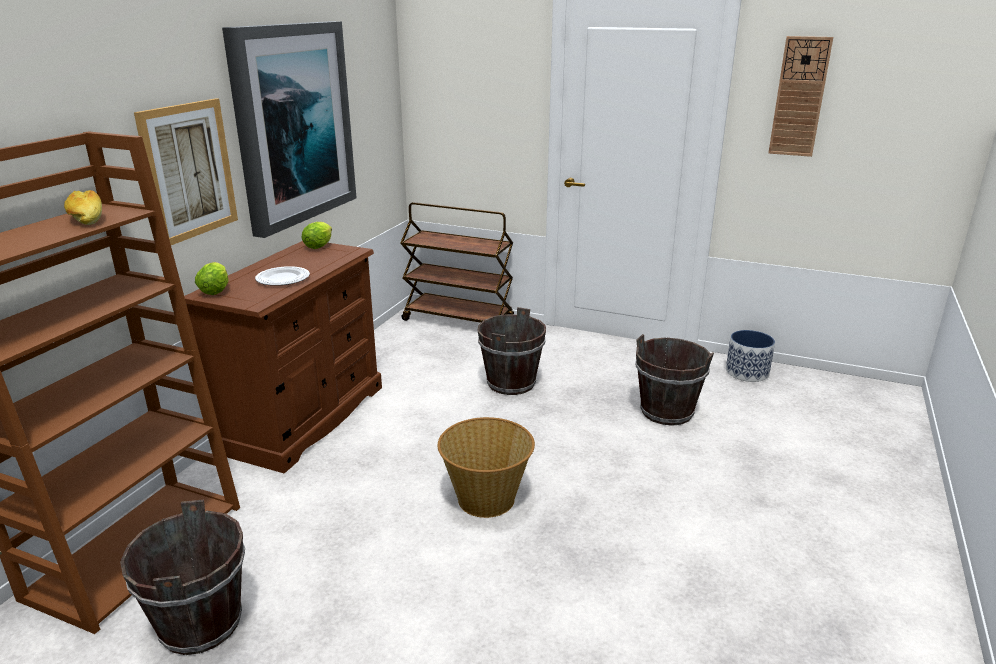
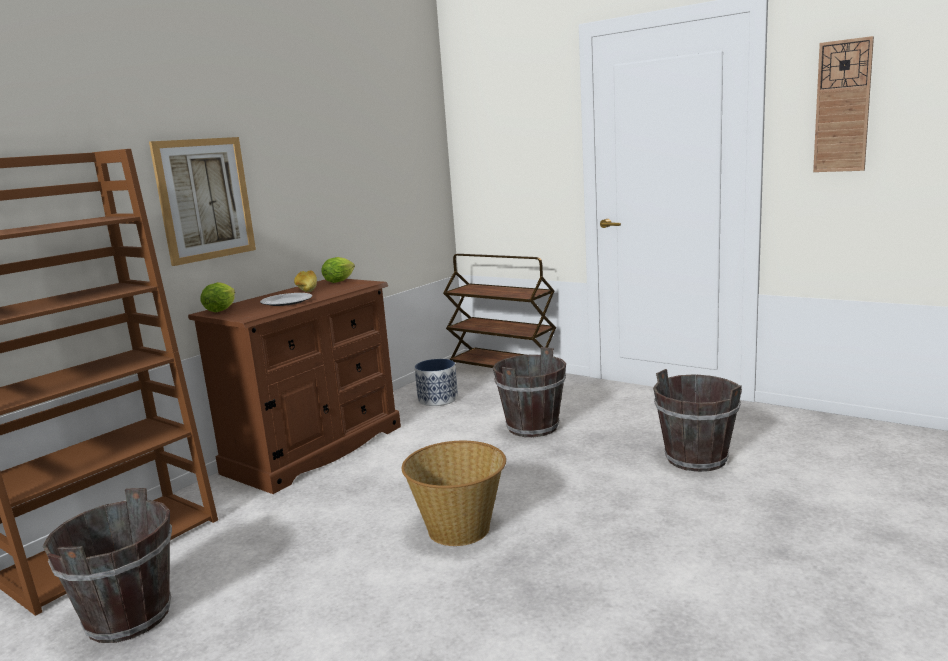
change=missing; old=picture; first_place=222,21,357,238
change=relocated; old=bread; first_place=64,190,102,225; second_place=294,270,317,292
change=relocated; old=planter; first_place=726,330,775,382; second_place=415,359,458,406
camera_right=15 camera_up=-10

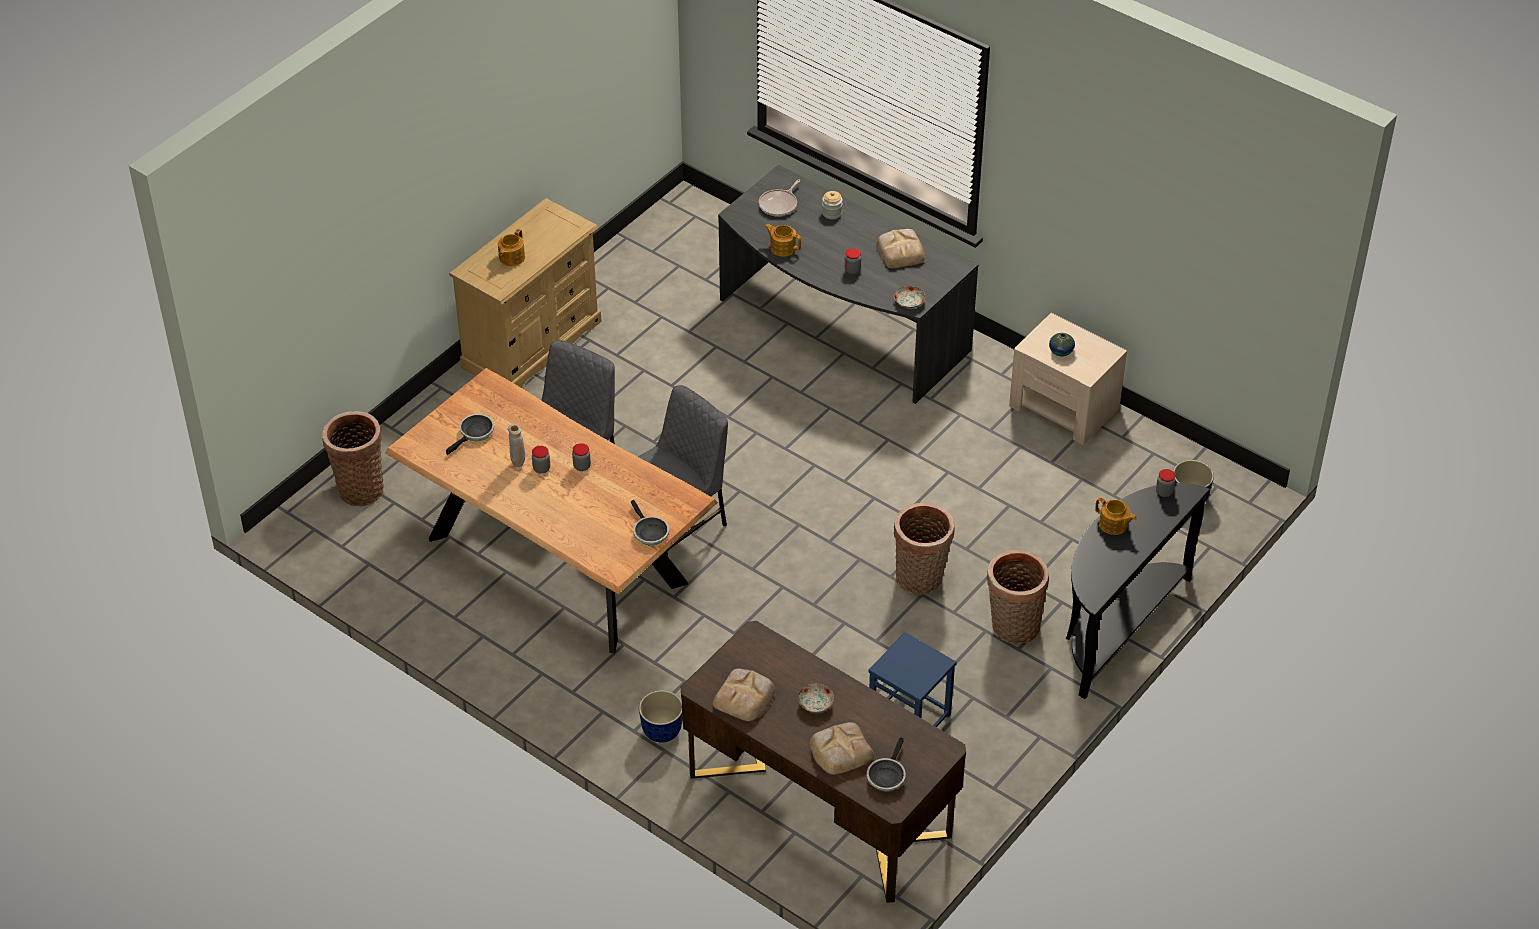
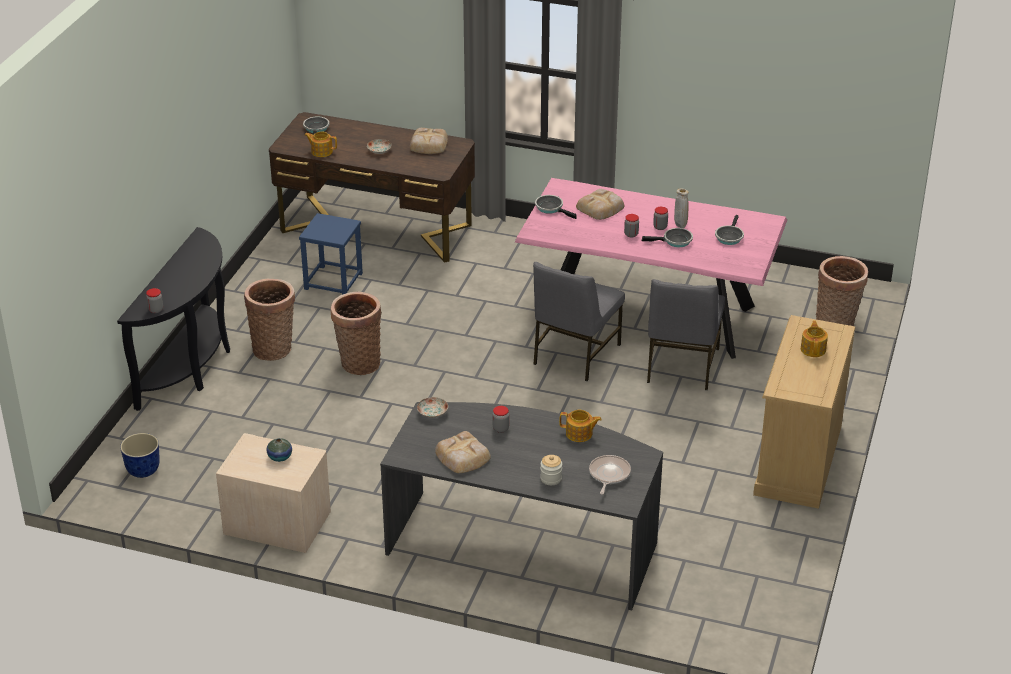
change=missing; old=planter; first_place=639,690,682,743
change=appeared; new=frying pan; second_place=642,228,693,247
change=relocated; old=bread; first_place=810,722,874,775; second_place=576,189,624,220
change=relocated; old=teapot; first_place=1095,497,1137,535; second_place=304,132,337,157
change=colour; old=brown dining table; new=pink dining table; first_place=385,368,718,653; second_place=515,178,787,359
camera_right=160 camera_up=-10

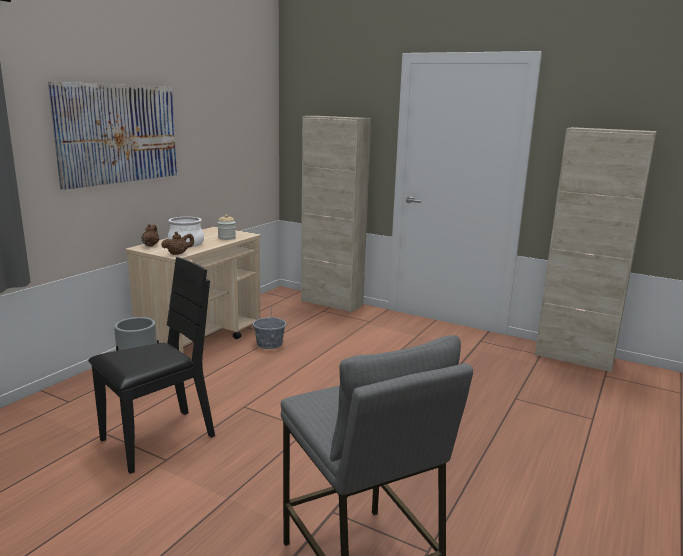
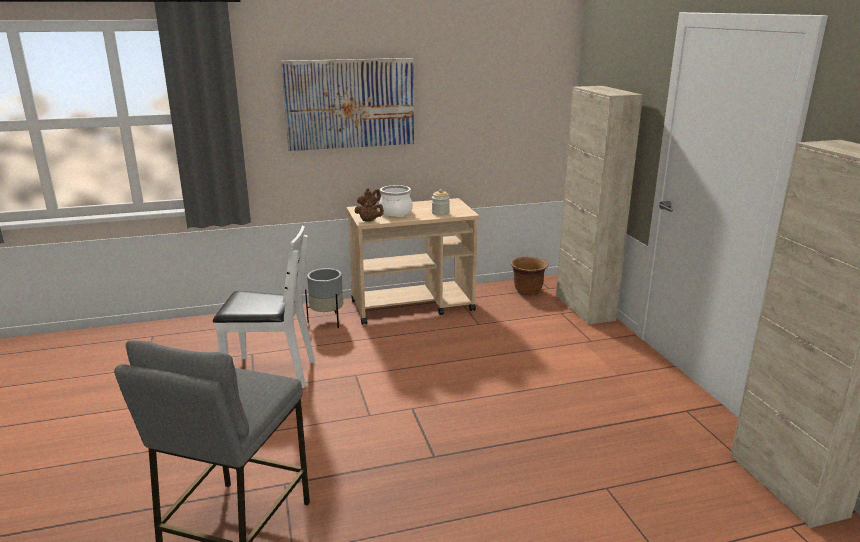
change=missing; old=grey bucket; first_place=253,307,286,349
change=appeared; new=brown planter; second_place=511,257,549,295
change=colour; old=black chair; new=white chair; first_place=88,257,215,474; second_place=213,226,315,388
camera_right=45 camera_up=5

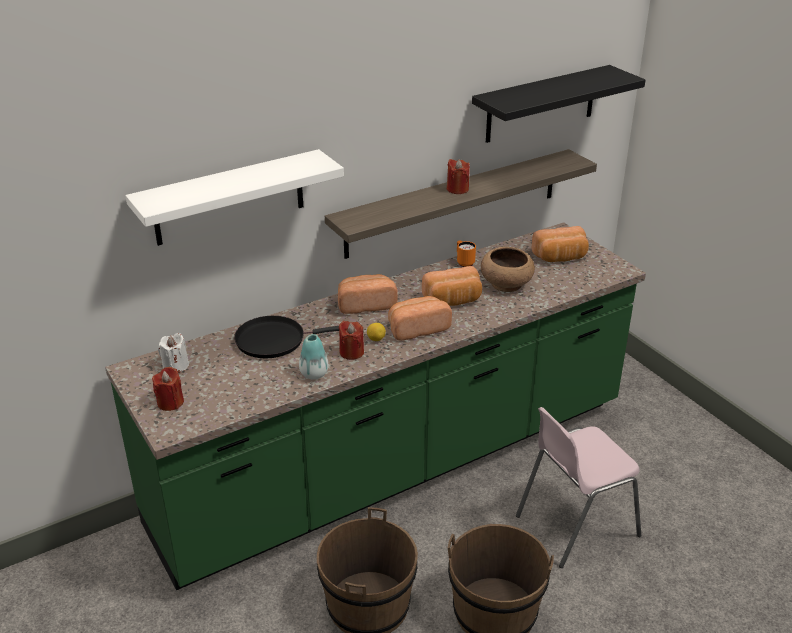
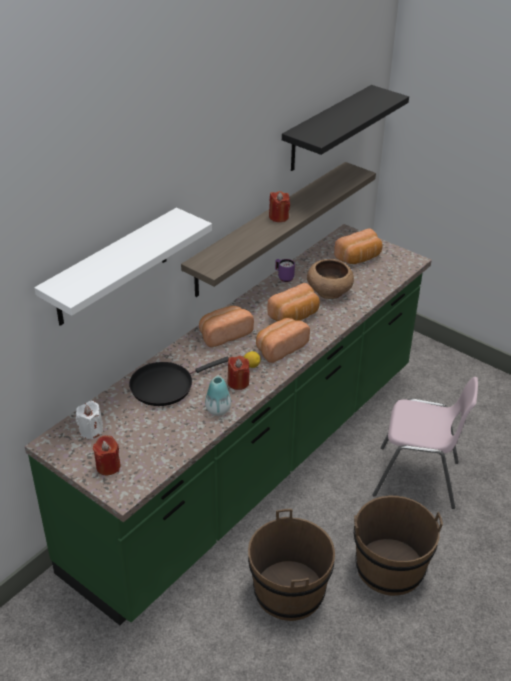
change=colour; old=orange mug; new=purple mug; first_place=457,240,476,267; second_place=275,259,295,282
change=spun; old=pink chair; first_place=516,407,641,568; second_place=373,377,478,509; degrees=-120
camera_right=-20 camera_up=5

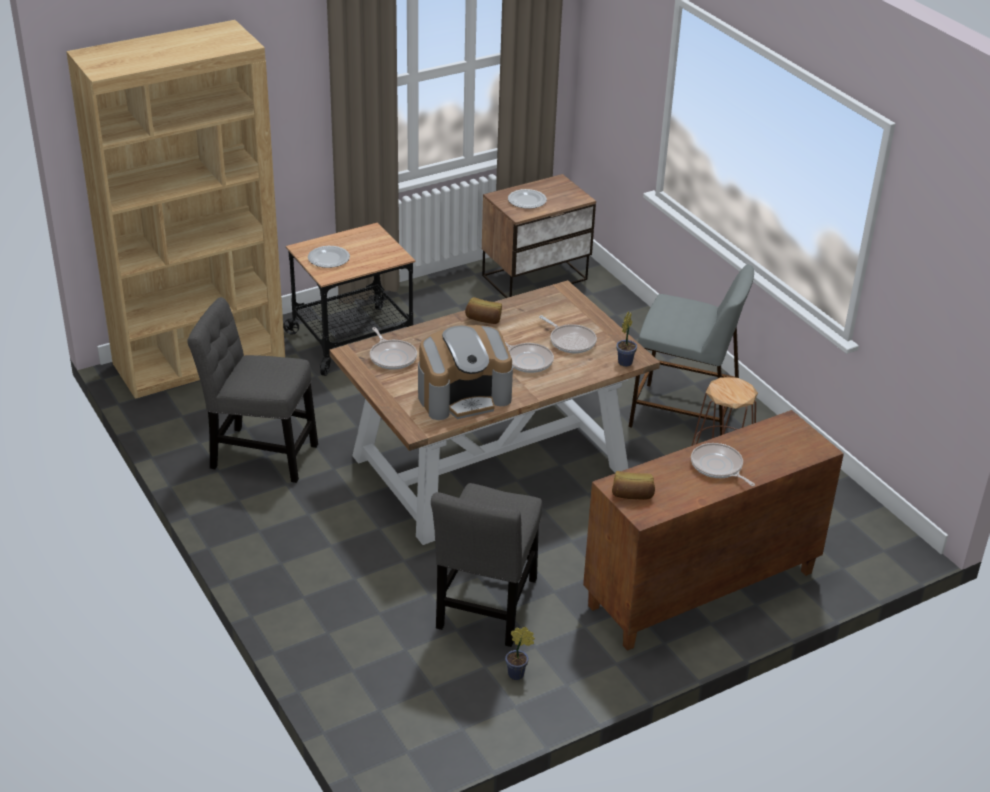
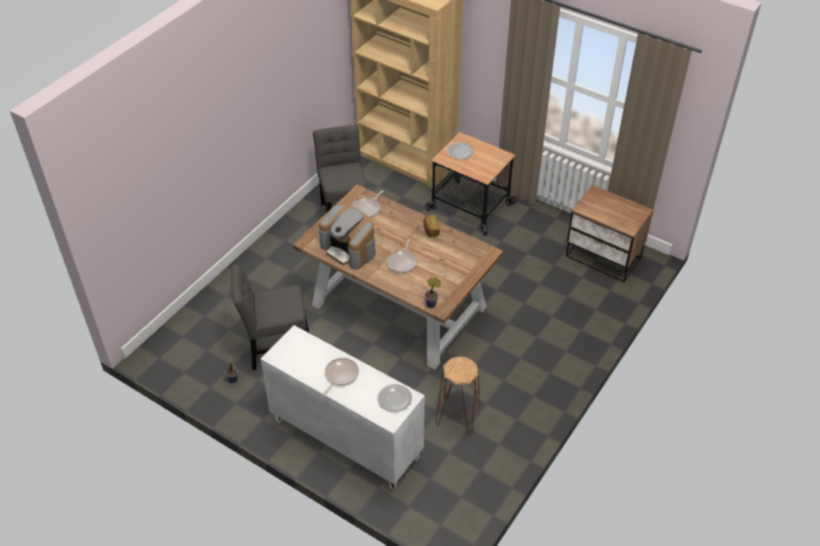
change=missing; old=frying pan; first_place=539,315,597,353
change=missing; old=bread; first_place=612,471,655,500
change=missing; old=grey stool; first_place=629,264,754,436
change=relocated; old=plate; first_place=508,189,547,209; second_place=377,384,412,412
change=colour; old=brown cabinet; new=white cabinet; first_place=583,410,844,651; second_place=261,325,425,490
camera_right=65 camera_up=10

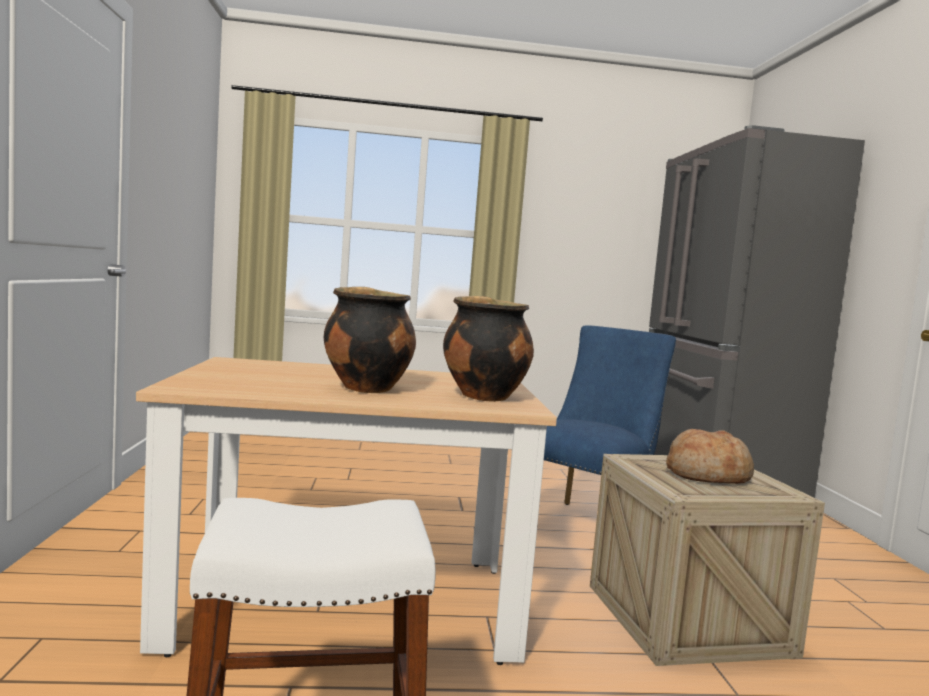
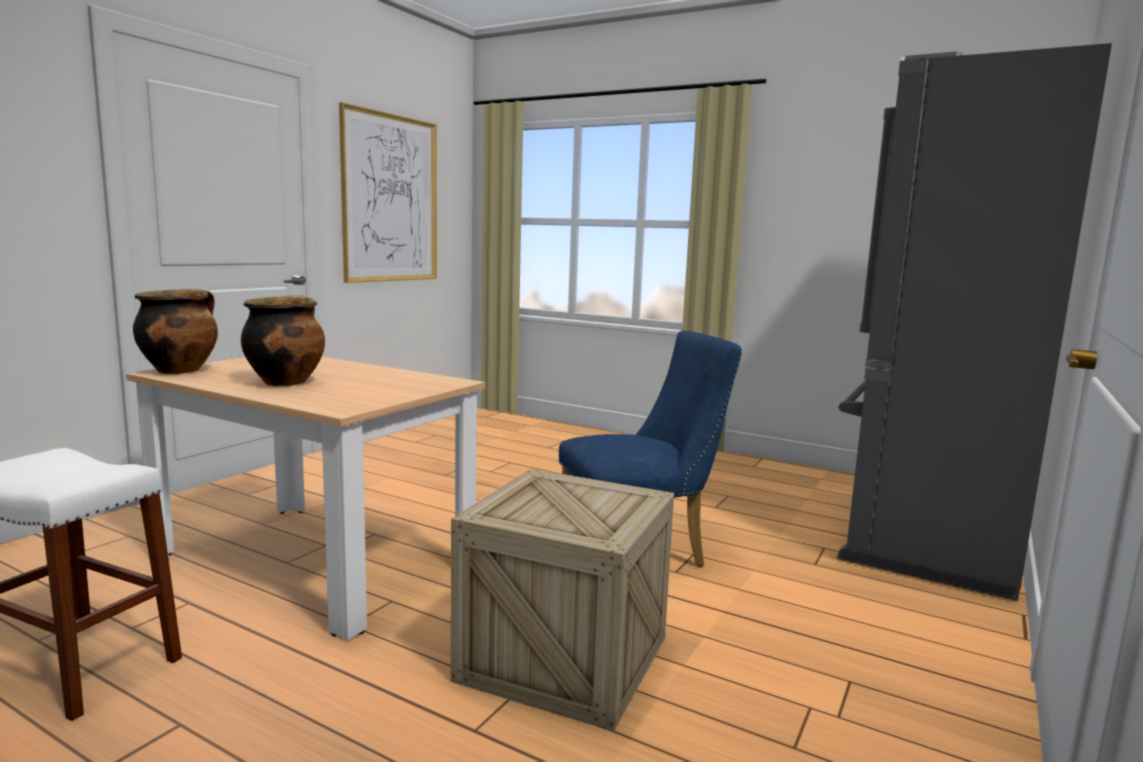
change=missing; old=bread; first_place=666,429,754,484
change=appeared; new=picture; second_place=339,102,437,283
change=relocated; old=cooking pot; first_place=443,296,534,402; second_place=133,289,218,374
camera_right=35 camera_up=5

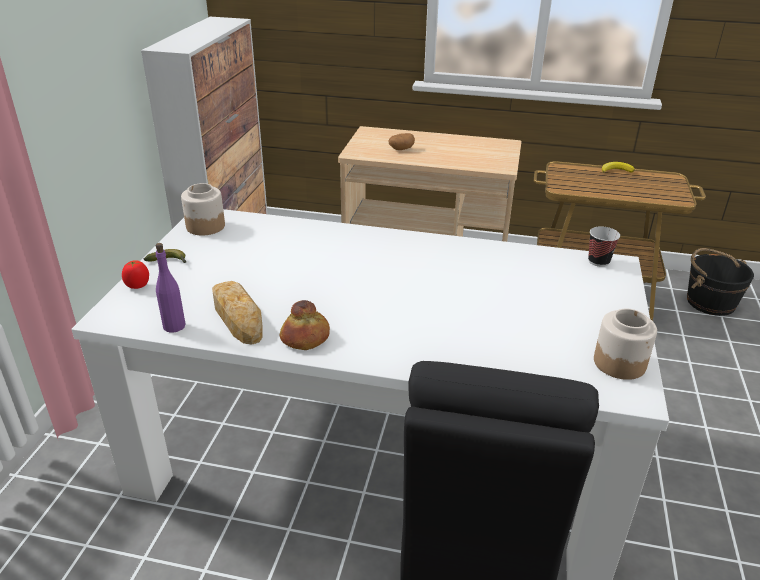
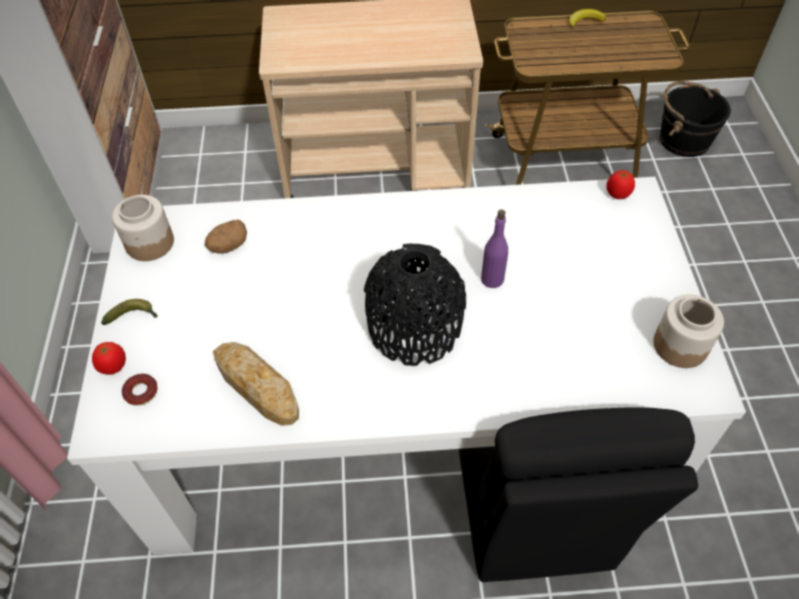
change=missing; old=bread; first_place=280,300,330,350
change=appeared; new=donut; second_place=122,374,157,406
change=appeared; new=black vase; second_place=364,244,466,366
change=relocated; old=purple bottle; first_place=155,243,186,332; second_place=481,209,508,288
change=relocated; old=potato; first_place=388,133,415,150; second_place=205,220,247,254
change=exchanged; old=cup; new=tomato; first_place=588,226,620,267; second_place=606,170,635,199
camera_right=-15 camera_up=20

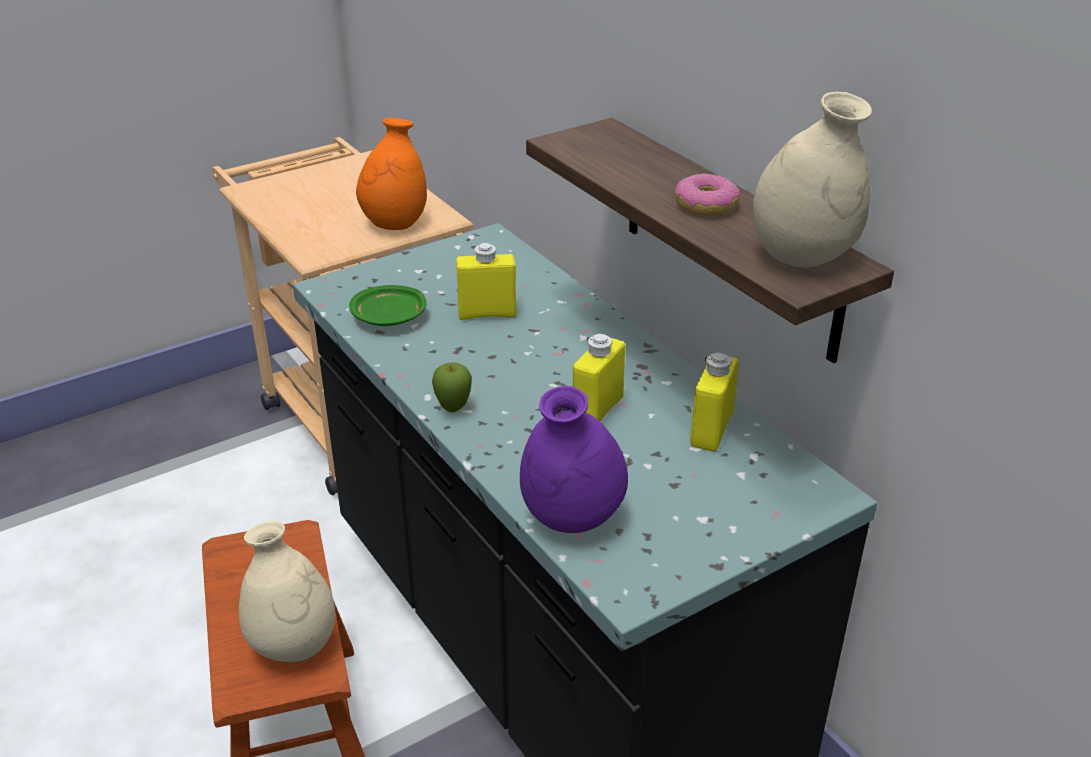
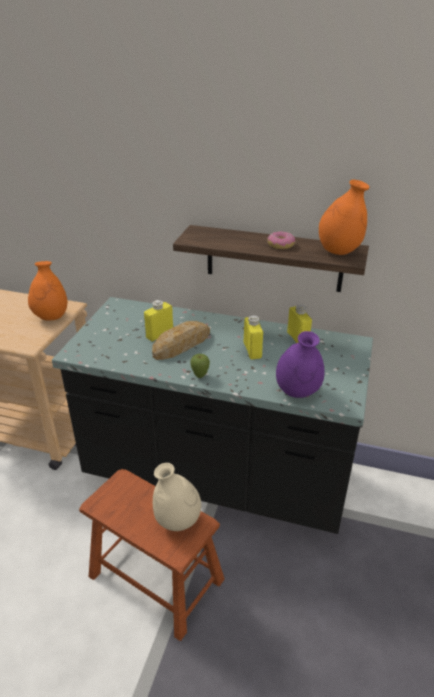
change=missing; old=green plate; first_place=349,285,427,326
change=appeared; new=bread; second_place=152,321,210,360
change=colour; old=beige vase; new=orange vase; first_place=753,92,872,268; second_place=319,179,370,255
camera_right=-40 camera_up=0

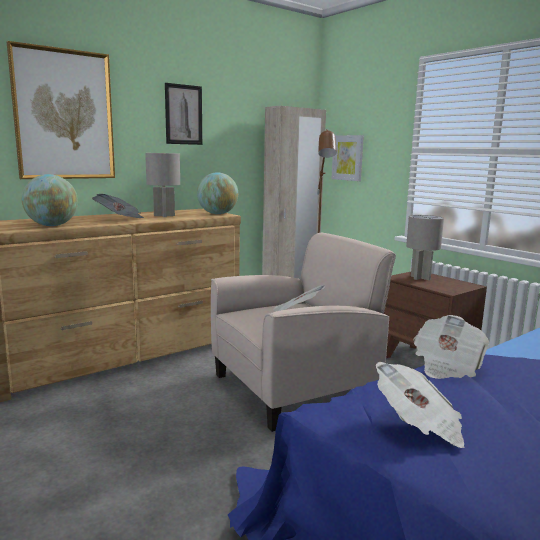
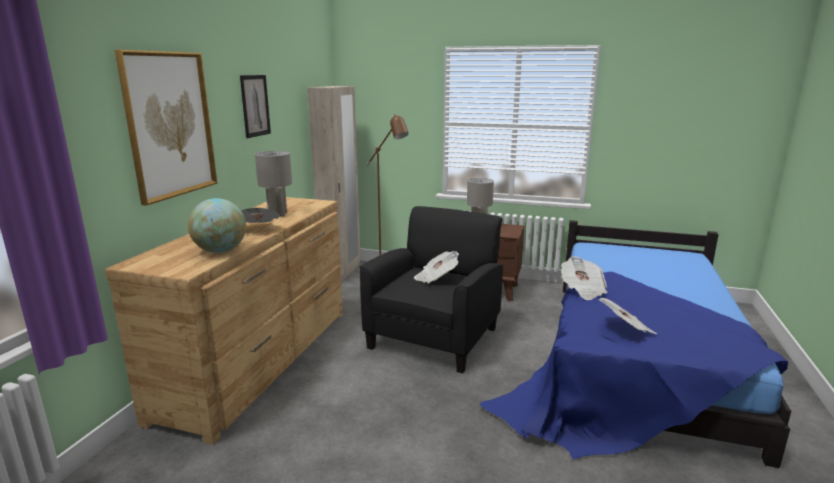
change=missing; old=globe; first_place=197,172,238,214
change=missing; old=picture; first_place=332,135,364,181
change=colour; old=beige armchair; new=black armchair; first_place=211,233,396,432; second_place=360,206,503,373
camera_right=-35 camera_up=5

